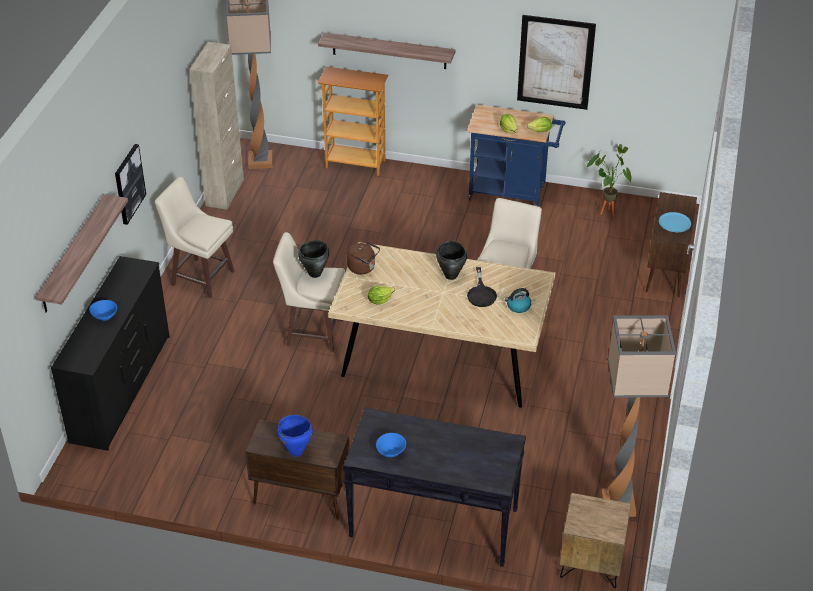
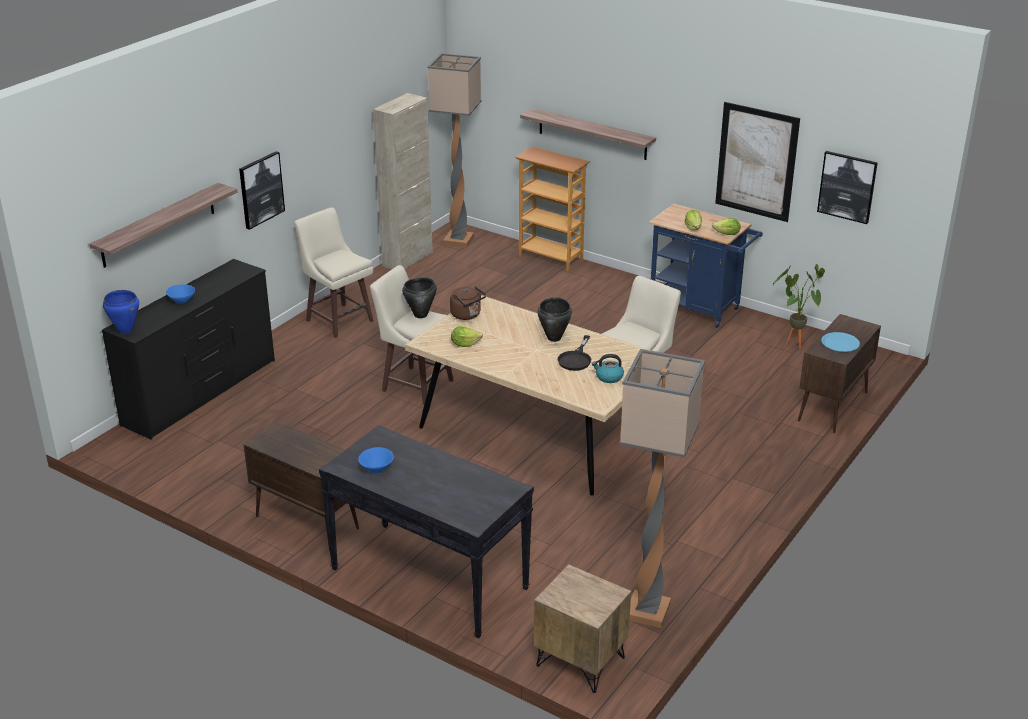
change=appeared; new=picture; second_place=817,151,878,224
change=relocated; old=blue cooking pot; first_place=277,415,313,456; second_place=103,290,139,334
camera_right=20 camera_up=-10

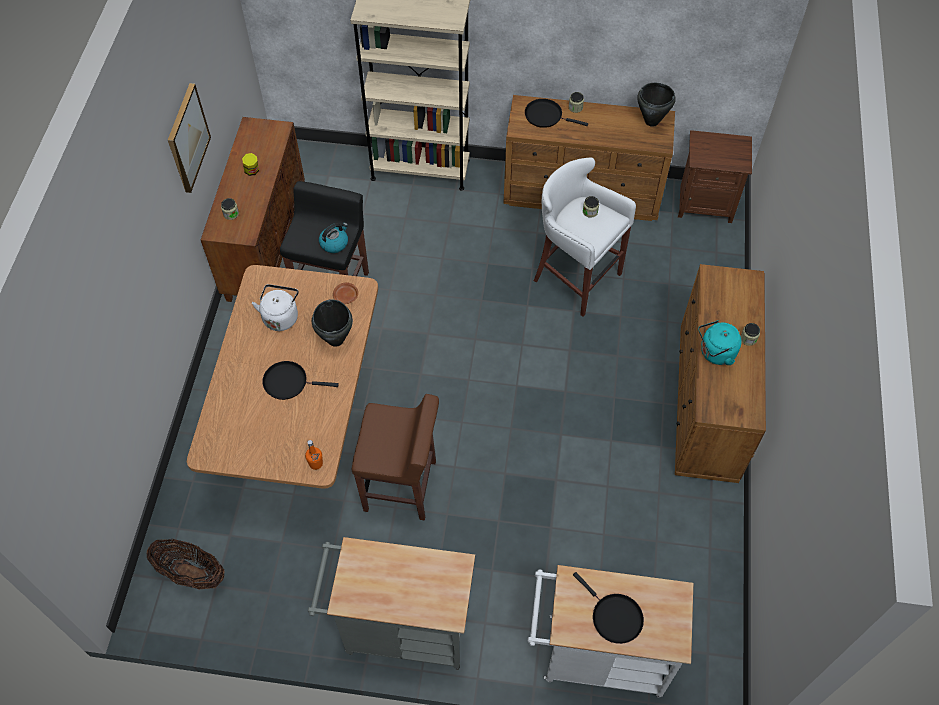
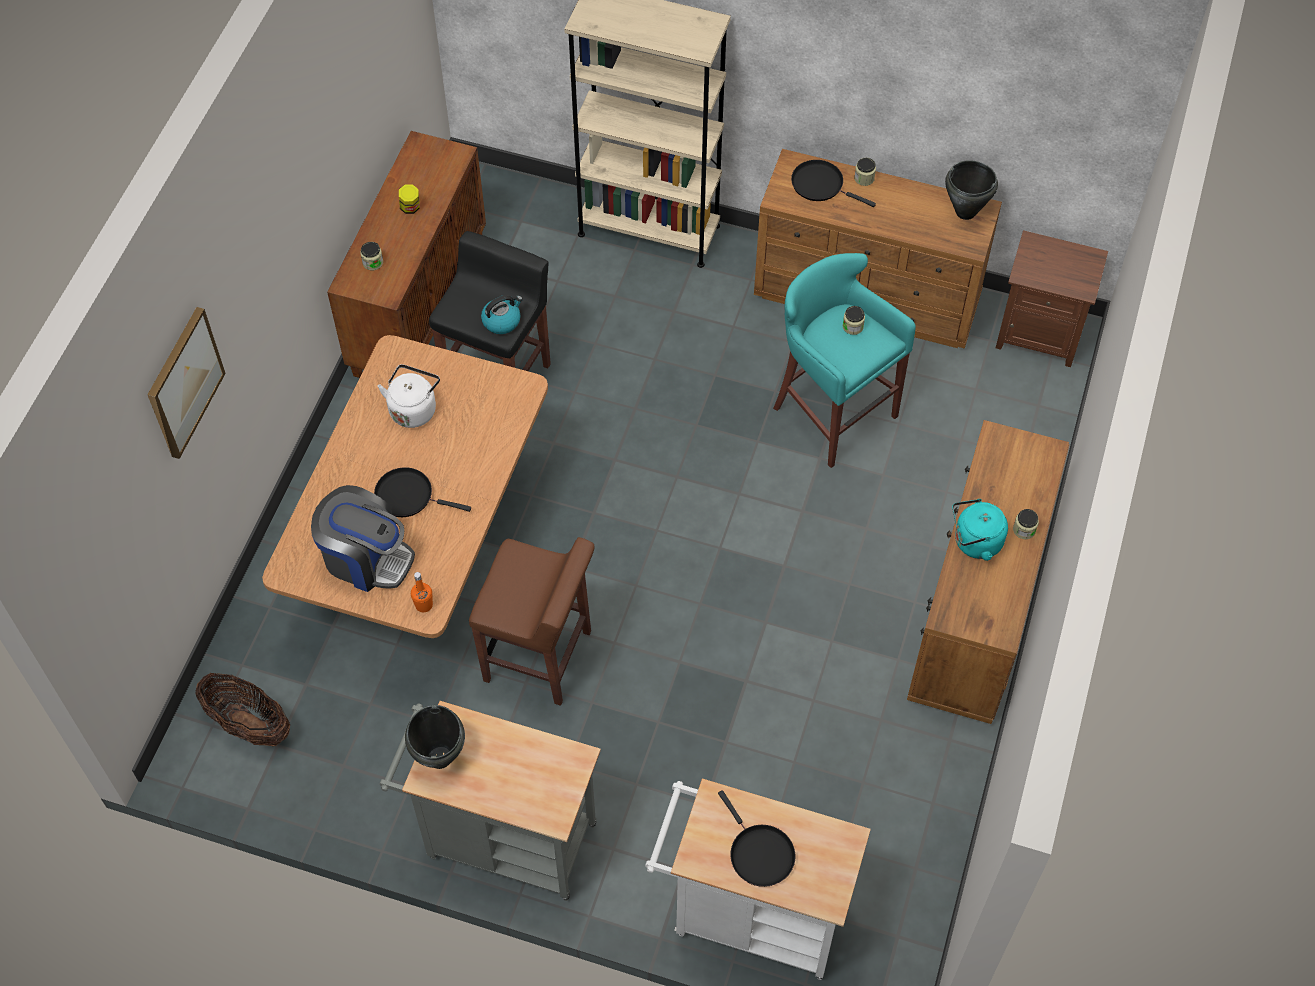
change=missing; old=brown plate; first_place=333,282,358,304
change=appeared; new=coffee machine; second_place=311,485,415,592
change=relocated; old=picture; first_place=168,83,211,193; second_place=147,307,226,459
change=relocated; old=black cooking pot; first_place=312,299,353,347; second_place=405,705,465,769
change=colour; old=white stool; new=turquoise stool; first_place=534,158,636,317; second_place=773,253,916,468
camera_right=10 camera_up=0

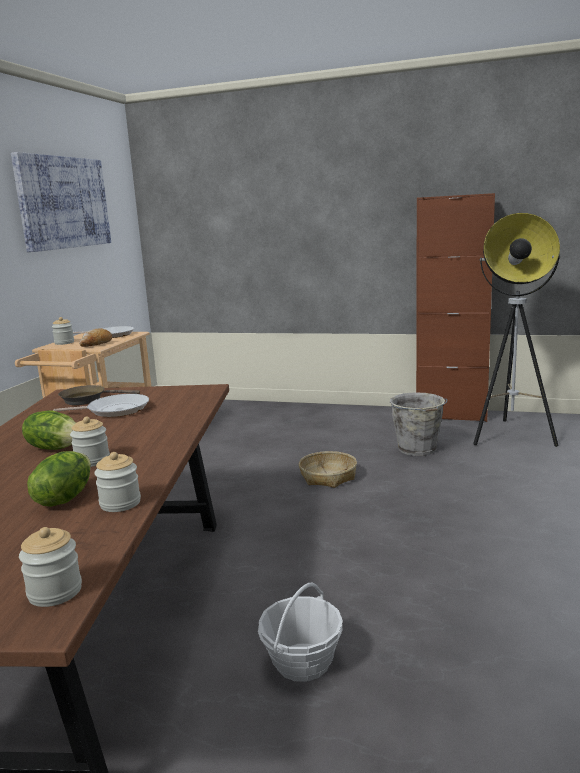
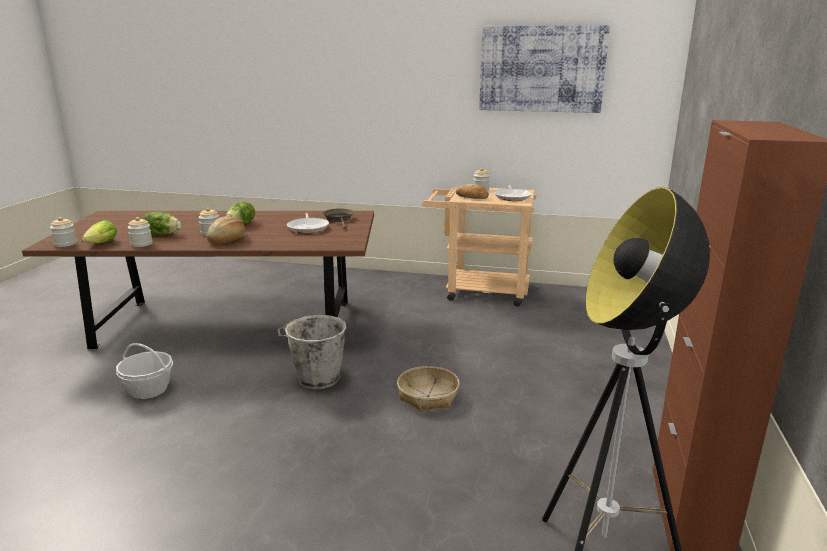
change=appeared; new=lettuce; second_place=81,220,117,243
change=appeared; new=bread; second_place=207,216,246,244
change=relocated; old=grey bucket; first_place=390,392,447,456; second_place=277,315,347,389
camera_right=85 camera_up=5

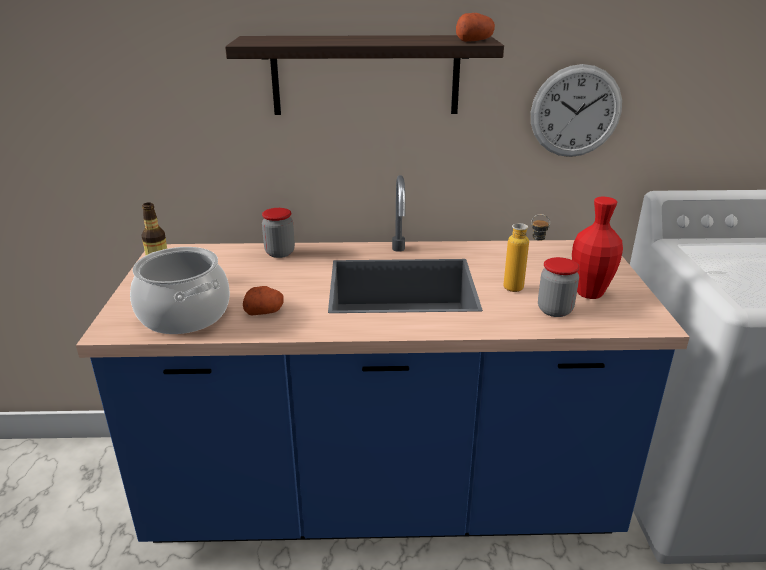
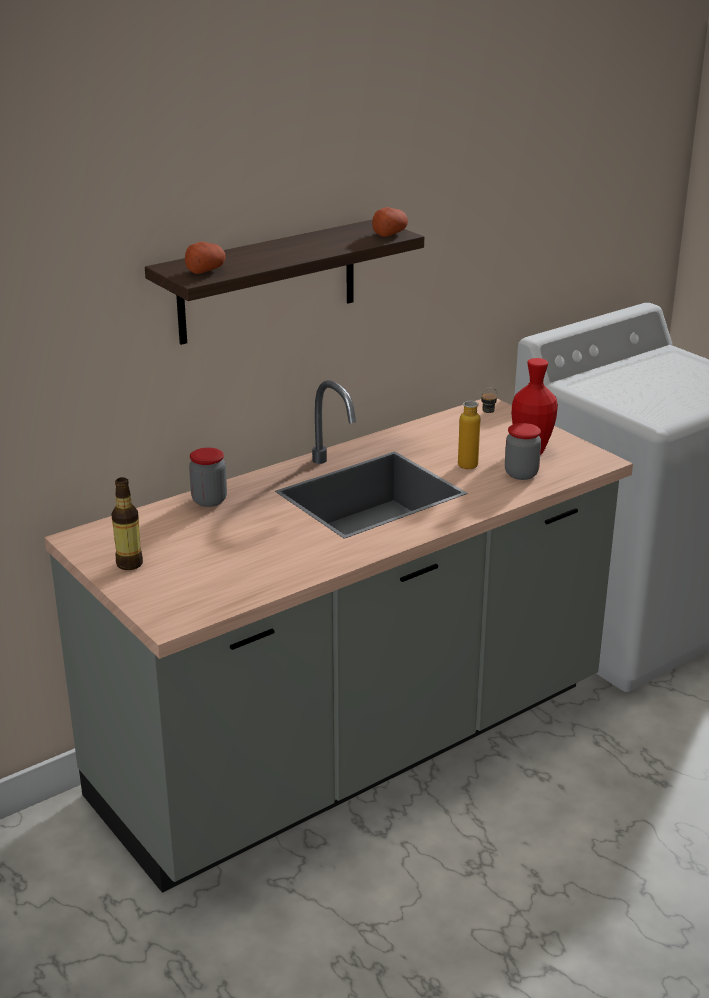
change=missing; old=cooking pot; first_place=130,247,230,334
change=missing; old=wall clock; first_place=531,64,622,157
change=relocated; old=potato; first_place=243,286,284,315; second_place=185,242,226,274
change=colour; old=blue counter; new=grey counter; first_place=76,175,690,543; second_place=44,380,633,893
camera_right=-35 camera_up=0

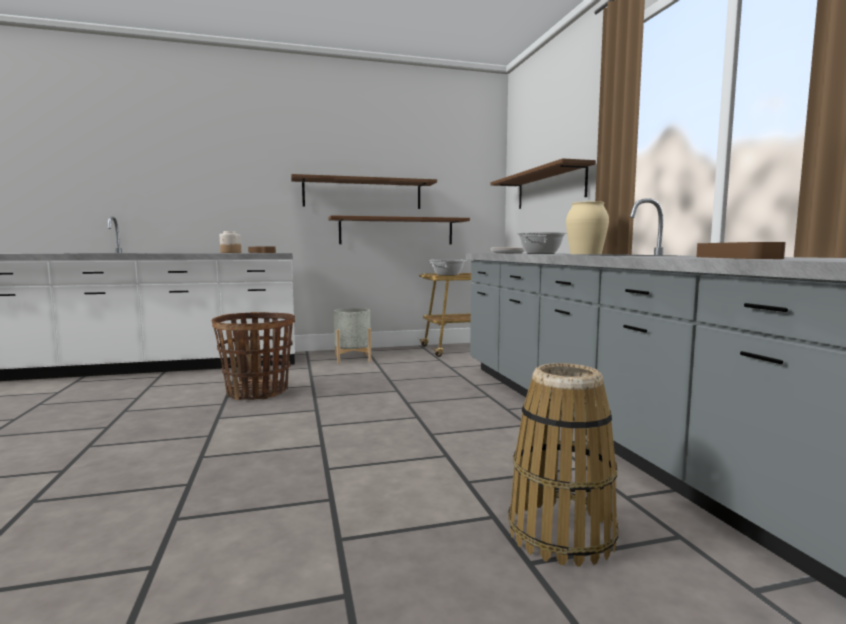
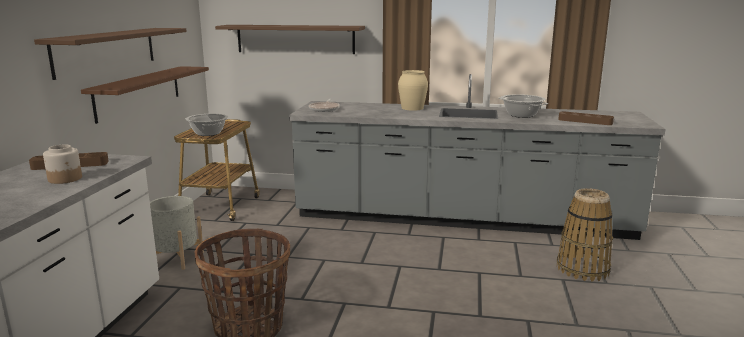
change=relocated; old=cooking pot; first_place=516,232,567,254; second_place=498,94,548,118
camera_right=-65 camera_up=10

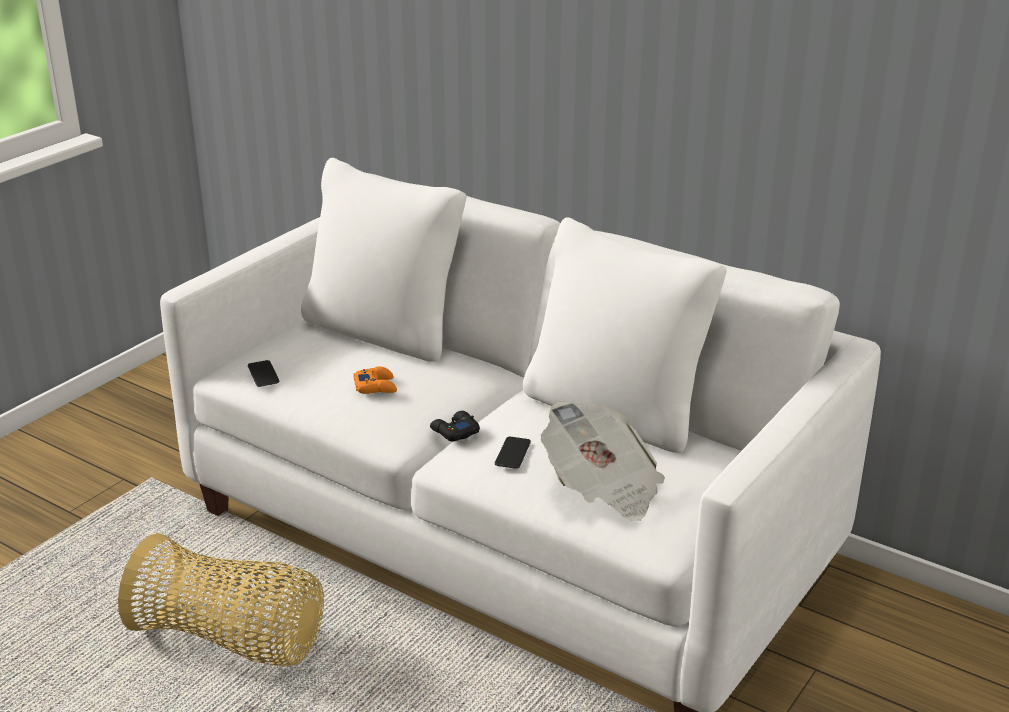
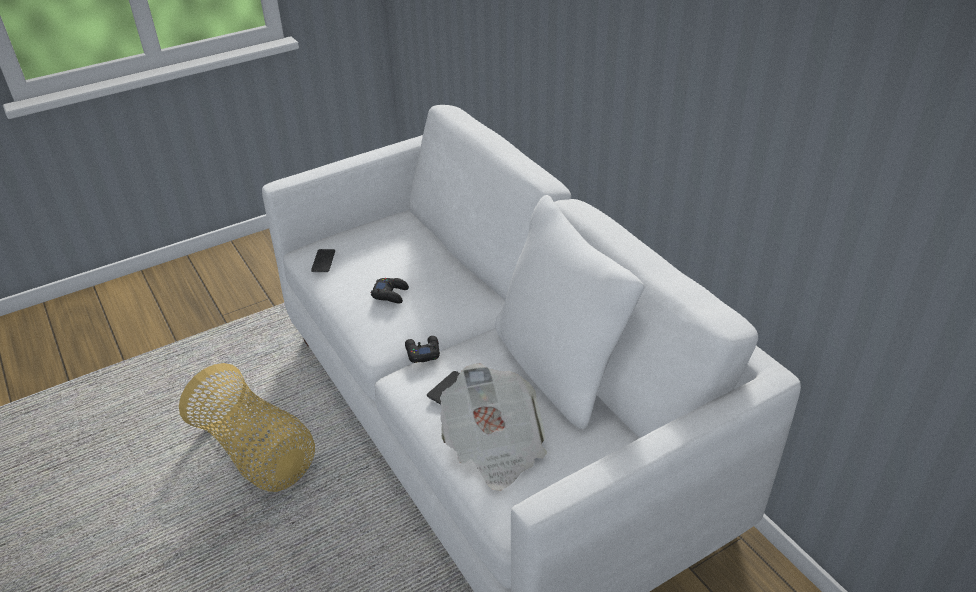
change=missing; old=white pillow; first_place=301,158,466,362
change=colour; old=orange game controller; new=black game controller; first_place=353,367,397,394; second_place=371,278,409,304
camera_right=25 camera_up=10

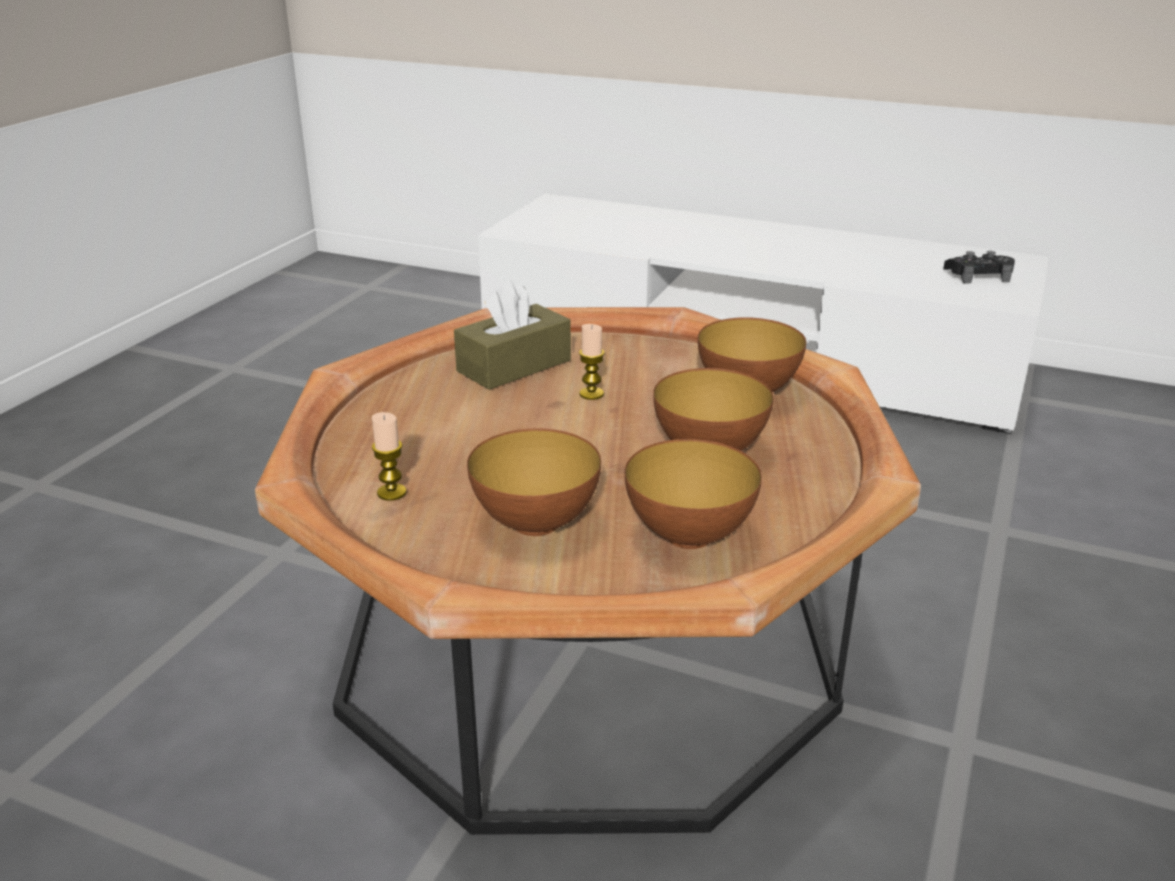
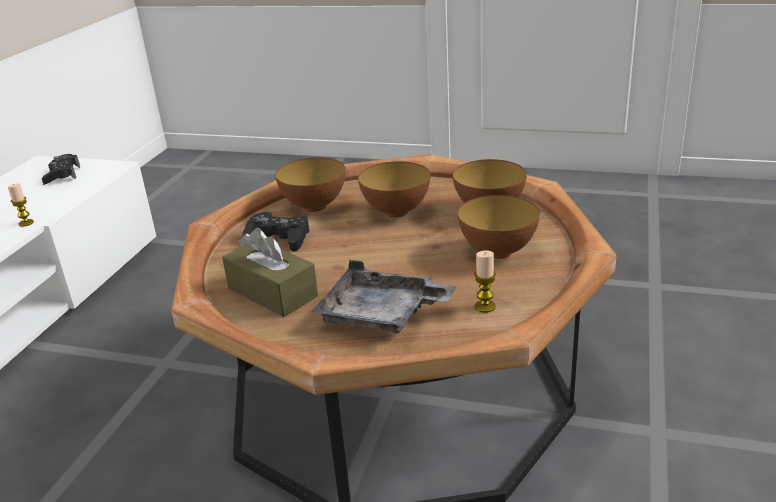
change=appeared; new=black game controller; second_place=243,212,309,252
change=appeared; new=grey tray; second_place=311,260,456,333
change=relocated; old=candle; first_place=579,324,605,400; second_place=8,183,34,227
camera_right=-95 camera_up=0

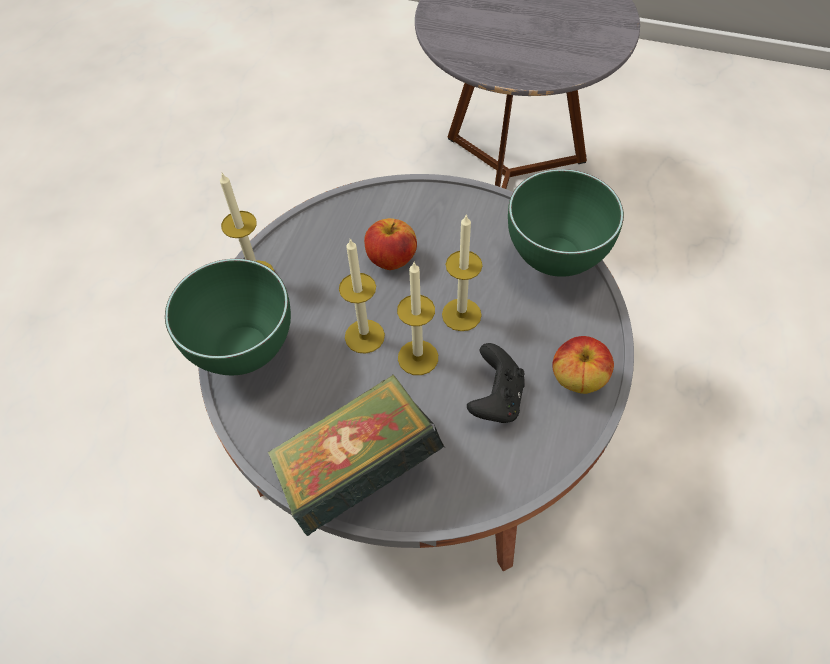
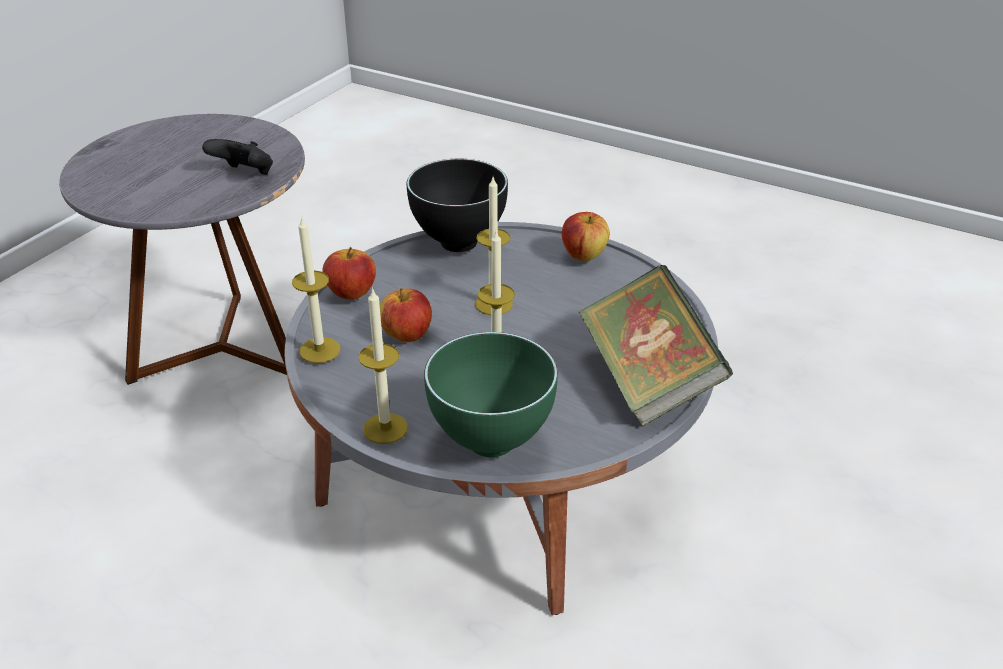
change=appeared; new=apple; second_place=322,247,376,300
change=relocated; old=candle; first_place=397,261,438,375; second_place=292,216,340,363
change=relocated; old=black game controller; first_place=467,343,525,423; second_place=202,139,273,175
change=colour; old=green bowl; new=black bowl; first_place=508,169,624,277; second_place=407,159,508,252
camera_right=-80 camera_up=-20

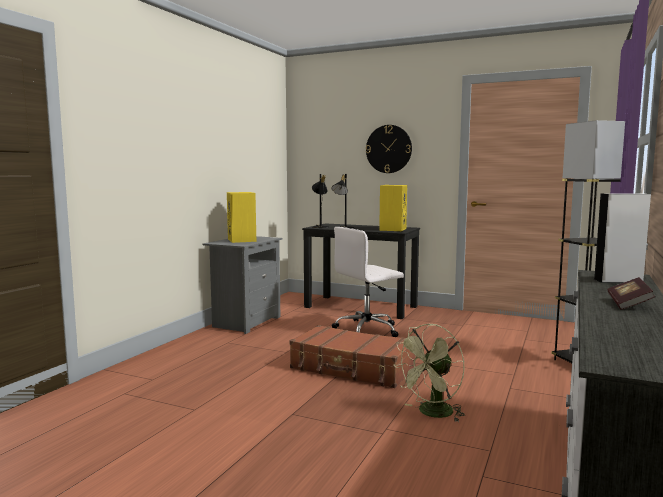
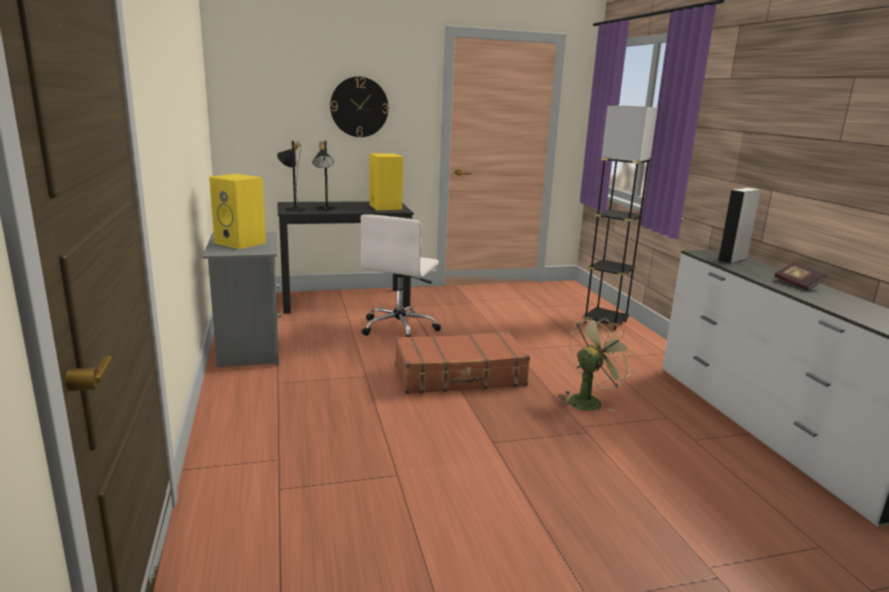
change=spun; old=green fan; first_place=393,324,465,422; second_place=558,318,634,412; degrees=-135
camera_right=-40 camera_up=10

